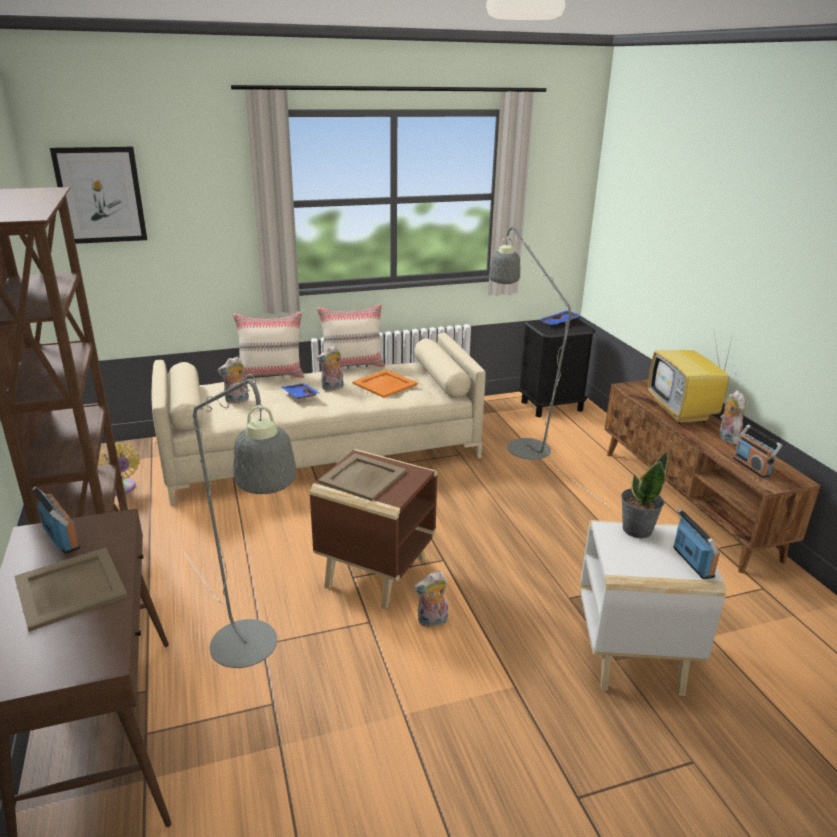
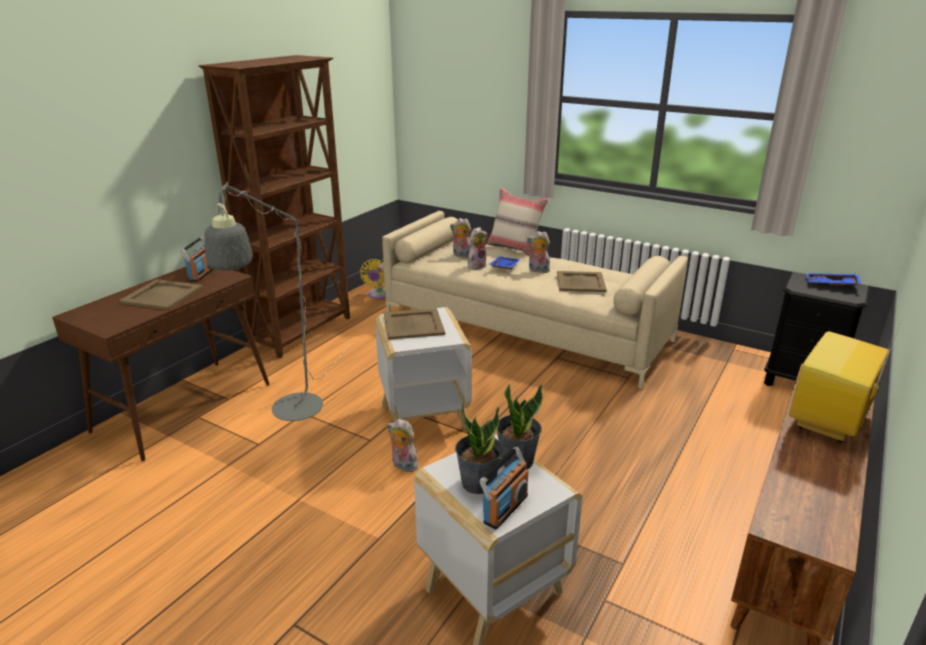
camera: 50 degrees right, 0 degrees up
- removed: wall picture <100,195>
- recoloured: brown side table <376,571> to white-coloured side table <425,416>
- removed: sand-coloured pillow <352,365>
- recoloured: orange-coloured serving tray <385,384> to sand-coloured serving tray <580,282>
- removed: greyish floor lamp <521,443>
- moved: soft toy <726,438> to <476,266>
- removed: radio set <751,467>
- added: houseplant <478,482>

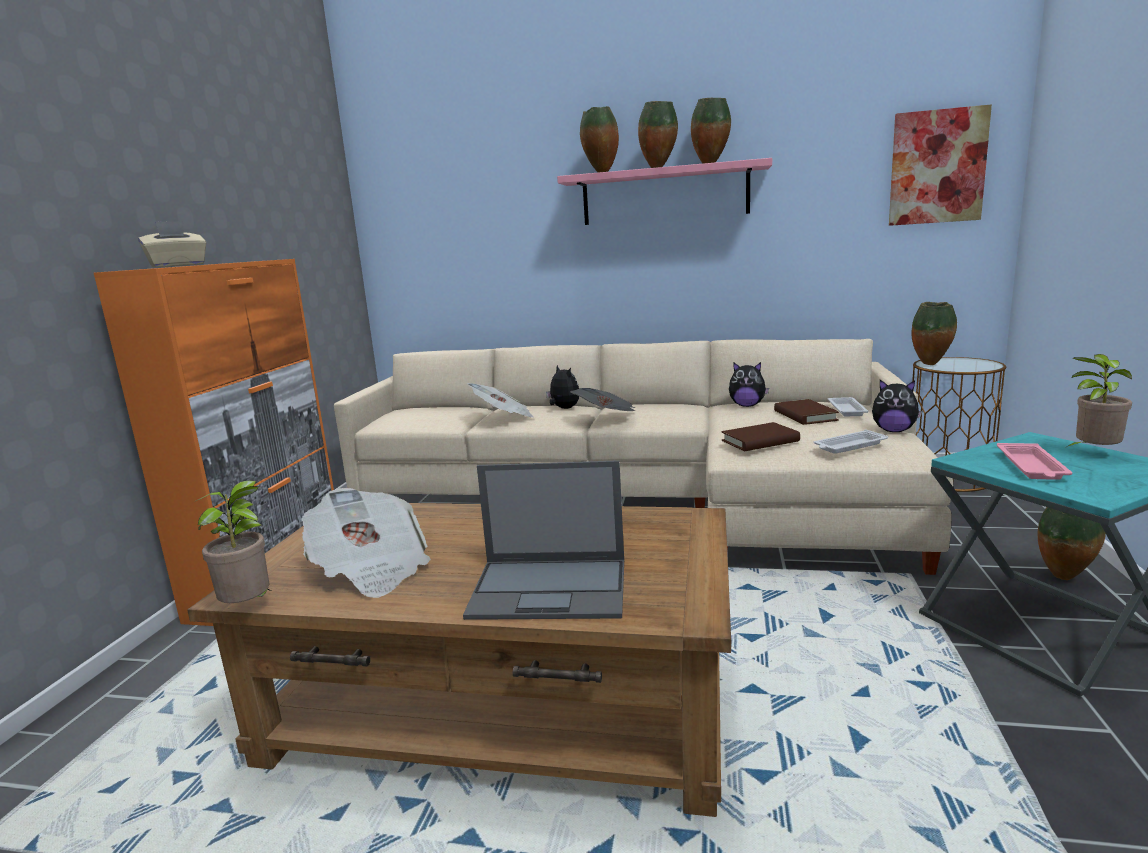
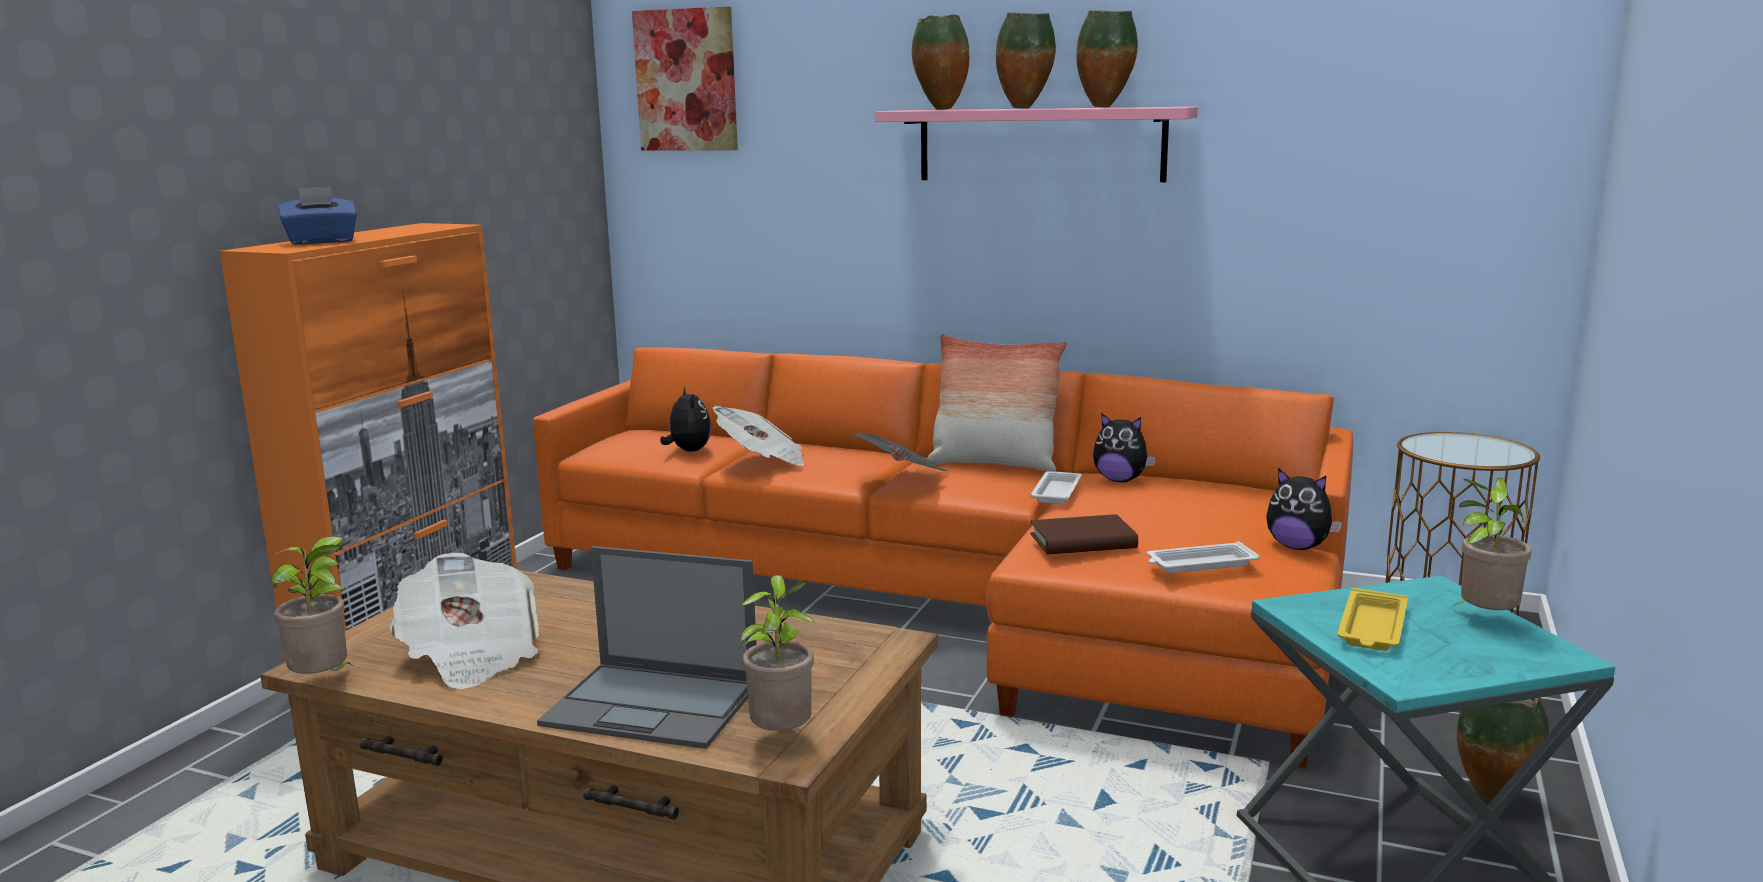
camera: 10 degrees right, 0 degrees up
- recoloured: sand-coloured box of tissues <178,266> to blue-coloured box of tissues <321,242>
- recoloured: sand-coloured settee <644,497> to orange-coloured settee <960,600>
- moved: soft toy <563,408> to <688,451>
- removed: brown bound book <805,416>
- moved: white-coloured serving tray <846,409> to <1056,492>
- moved: wall picture <937,167> to <686,80>
- removed: flower vase <931,364>
- recoloured: pink-coloured serving tray <1031,467> to yellow-coloured serving tray <1372,628>
- added: houseplant <782,737>
- added: pillow <993,464>

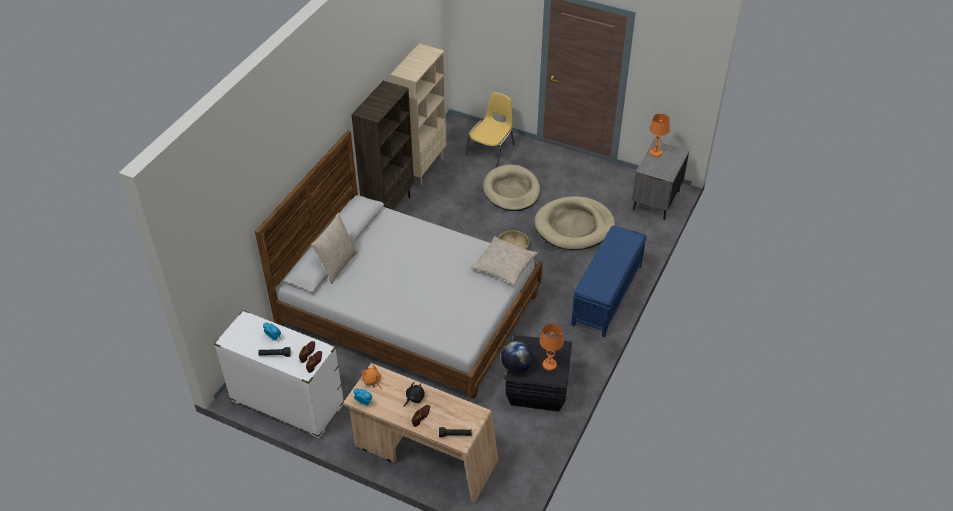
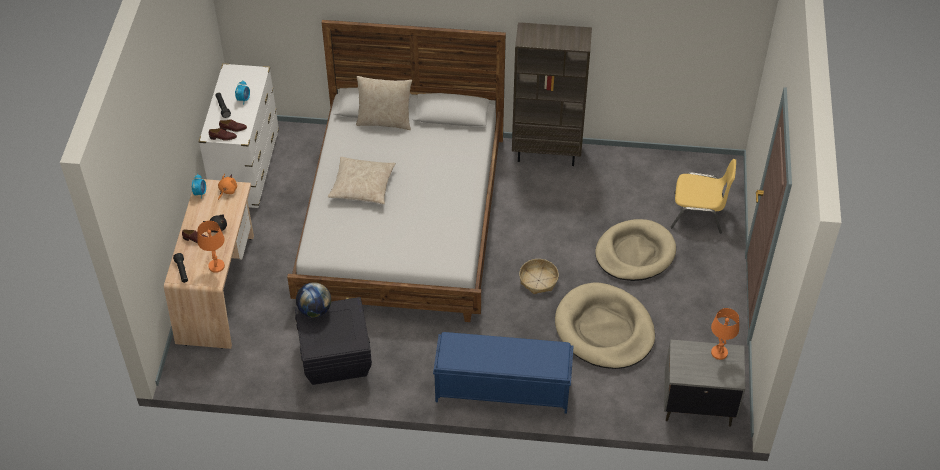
camera: 70 degrees right, 5 degrees up
- removed: sand-coloured shelving unit <422,167>
- moved: sand-coloured pillow <504,265> to <362,186>
- moved: orange-coloured tabletop lamp <549,364> to <216,266>

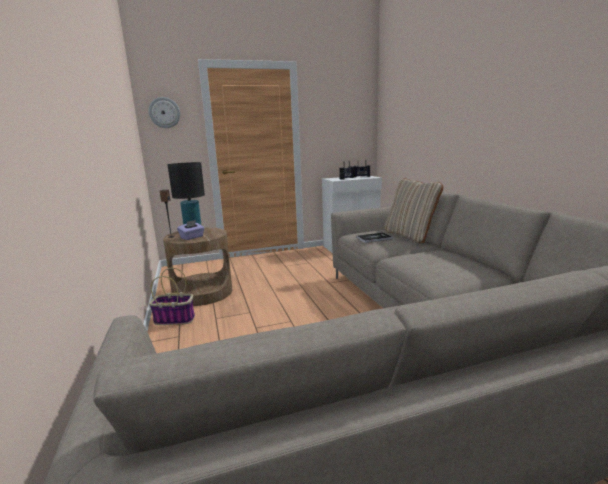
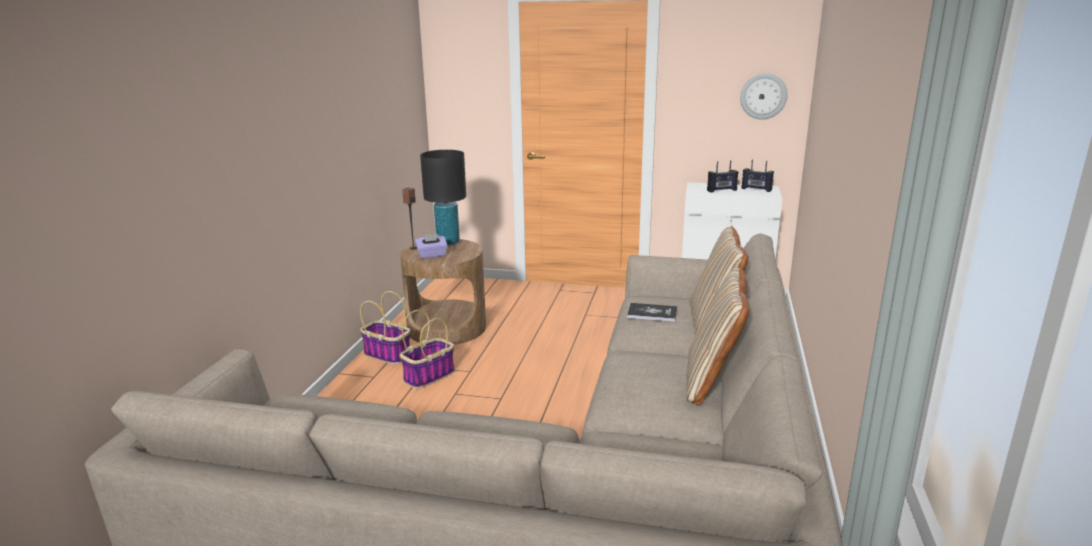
camera: 30 degrees right, 5 degrees up
- moved: wall clock <164,112> to <763,96>
- added: storage basket <429,376>
- added: sand-coloured pillow <712,380>

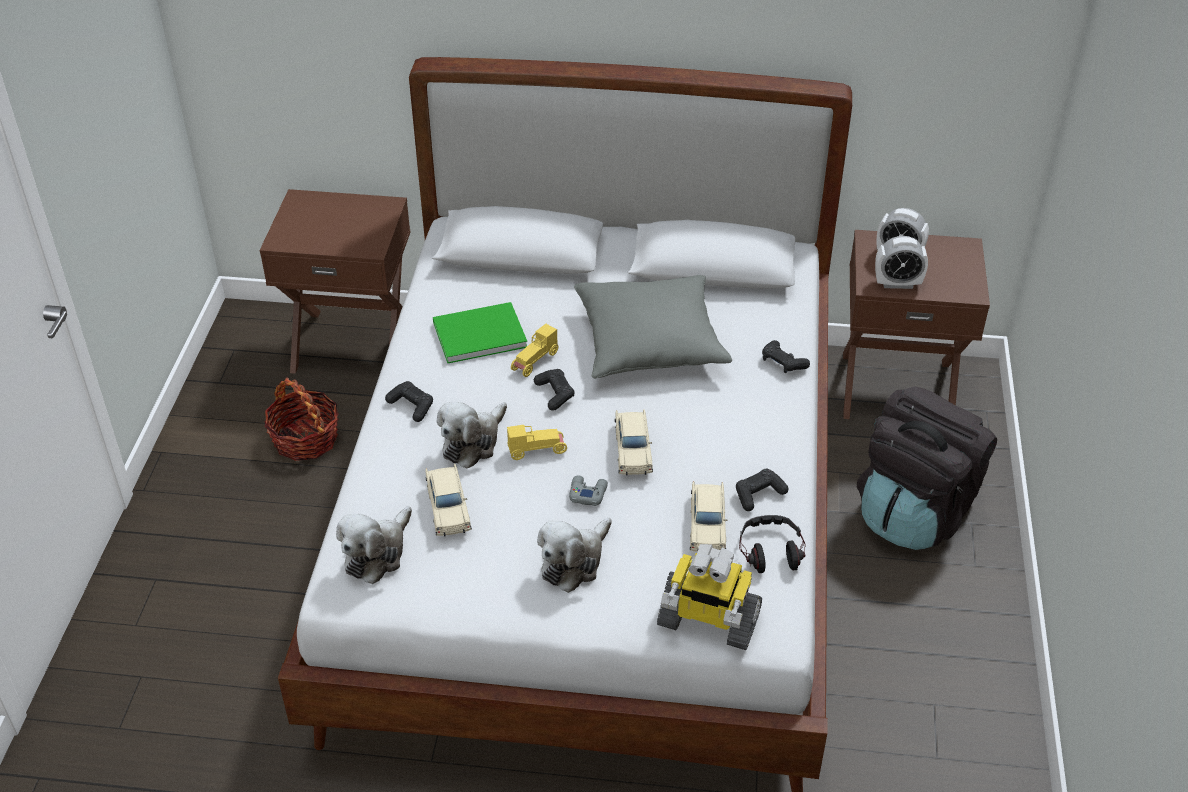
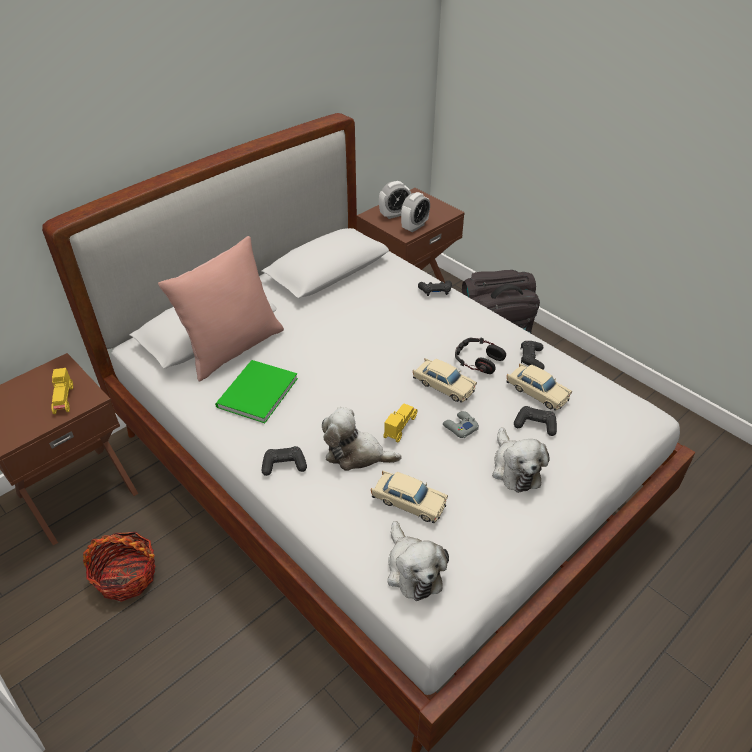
camera: 50 degrees left, 0 degrees up
- turned: soft toy <473,442> = <356,454> 120 degrees clockwise
- moved: yellow-coloured toy car <535,362> to <64,400>
- moved: blackish joypad <555,394> to <535,425>
- removed: greyish pillow <650,342>
- removed: model robot <707,621>
- moved: pair of headphones <770,550> to <478,360>
- added: pink-coloured pillow <233,348>

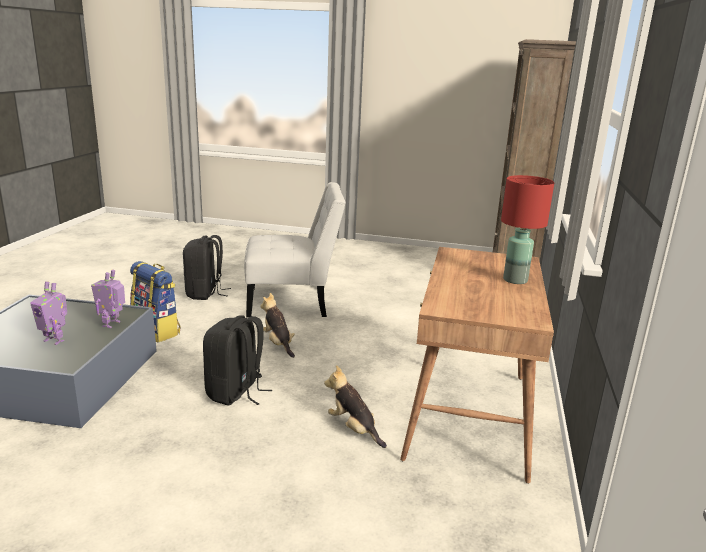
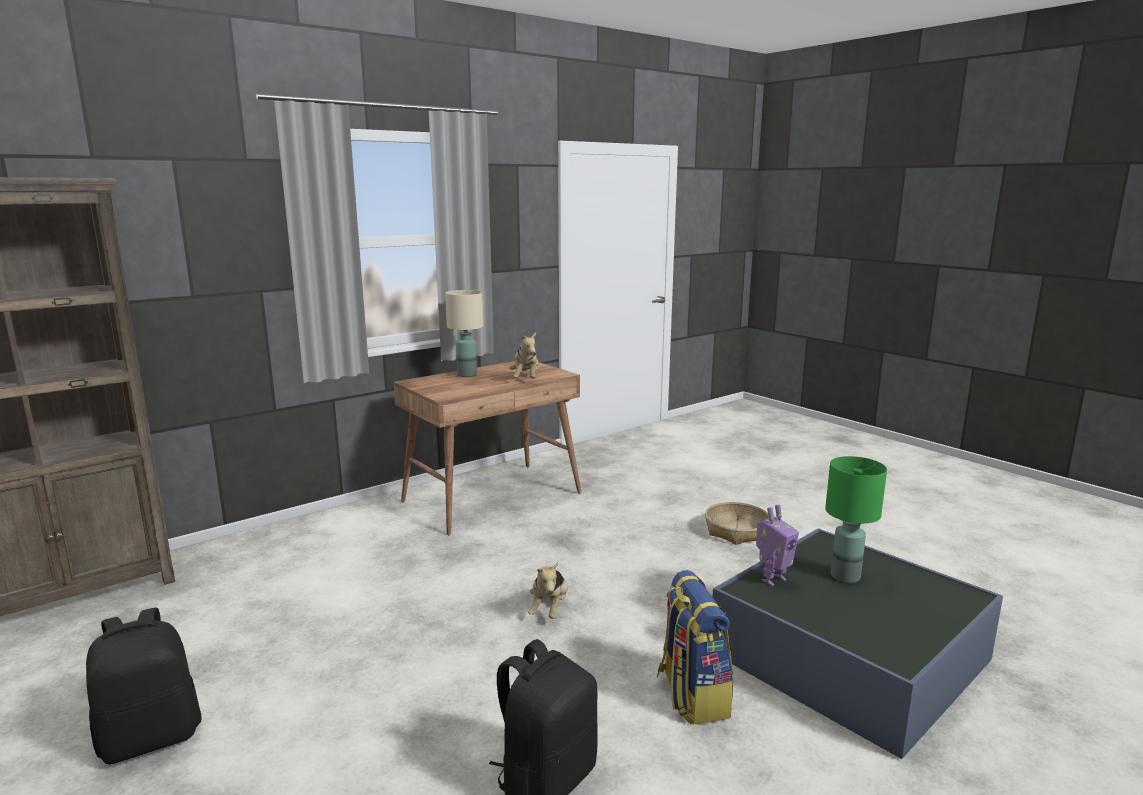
camera: 140 degrees left, 5 degrees down
- replaced: model robot <55,340> to green-coloured tabletop lamp <844,576>
- moved: blackish knapsack <236,392> to <151,737>
- removed: white-coloured chair <293,302>
- moved: soft toy <354,429> to <526,379>
- recoloured: reddish tabletop lamp <516,280> to sand-coloured tabletop lamp <466,374>
- added: storage basket <736,531>

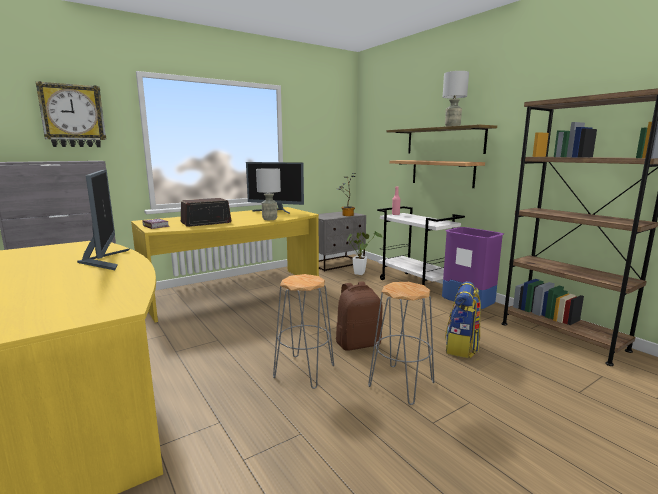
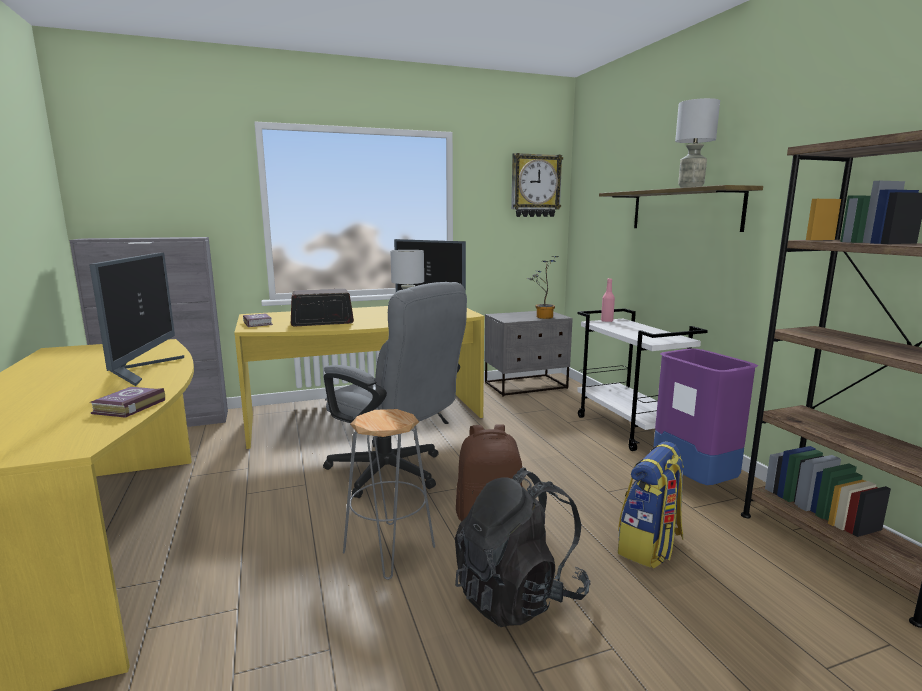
camera: 15 degrees right, 0 degrees up
- moved: wall clock <73,116> to <535,186>
- removed: houseplant <360,273>
- replaced: greyish sitting stool <402,384> to blackish knapsack <518,596>
- removed: shelf <442,173>
- added: bound book <127,407>
- added: greyish office chair <394,474>

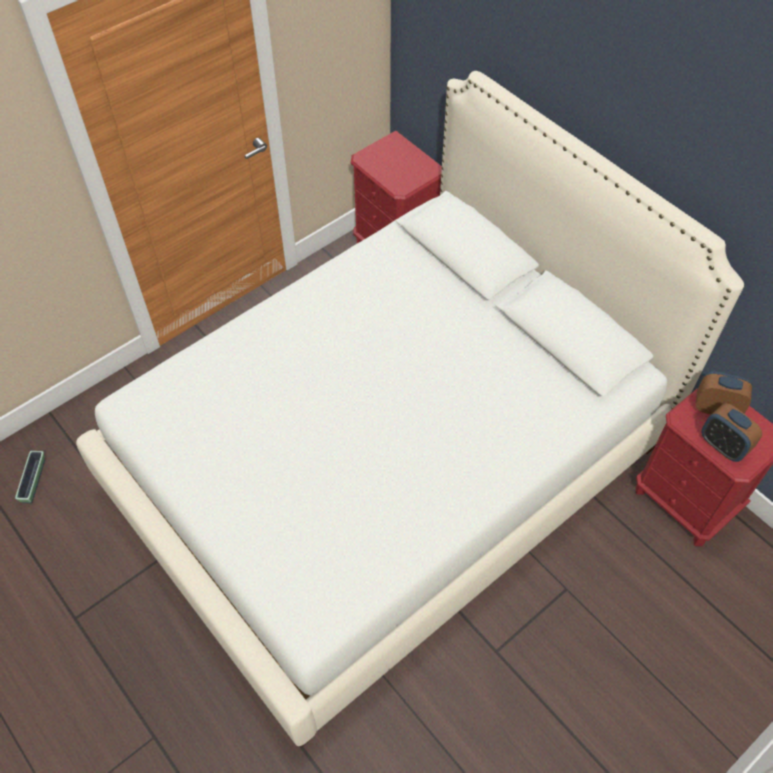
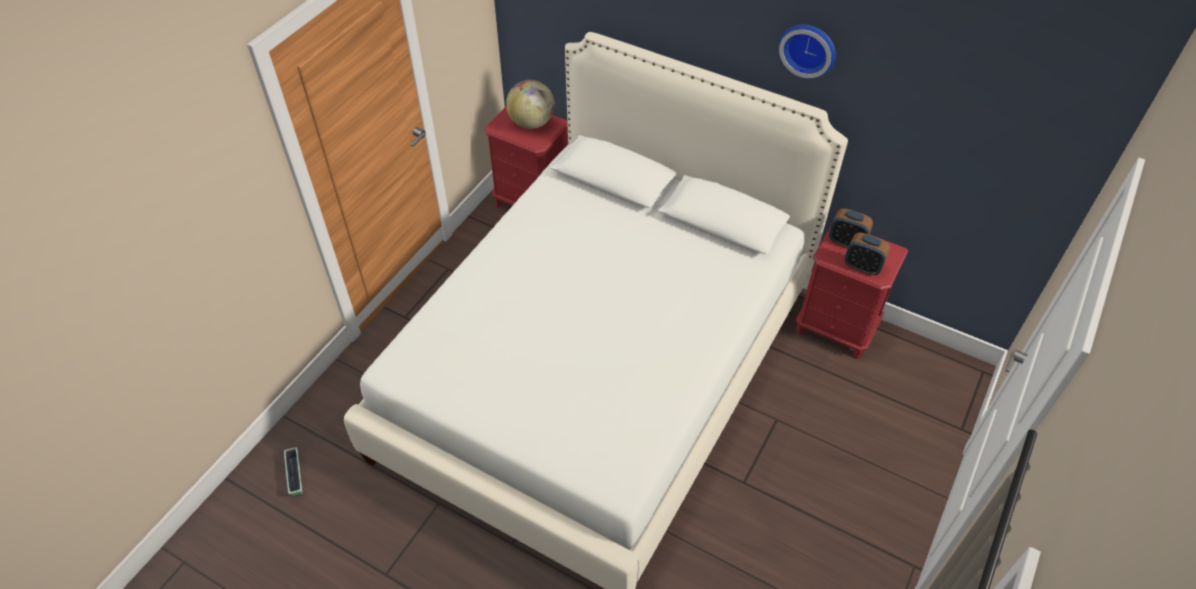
camera: 20 degrees left, 5 degrees down
- turned: table clock <716,408> = <846,242> 150 degrees counterclockwise
- added: globe <531,123>
- added: wall clock <808,48>

